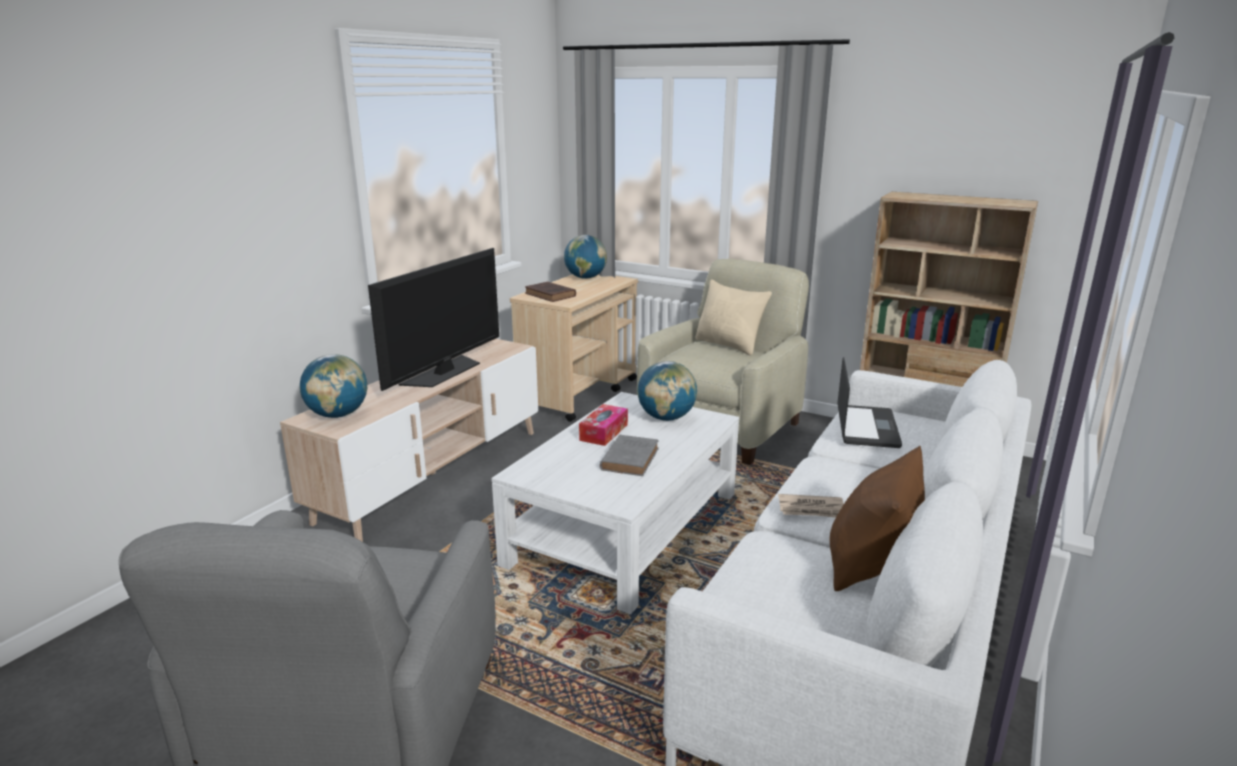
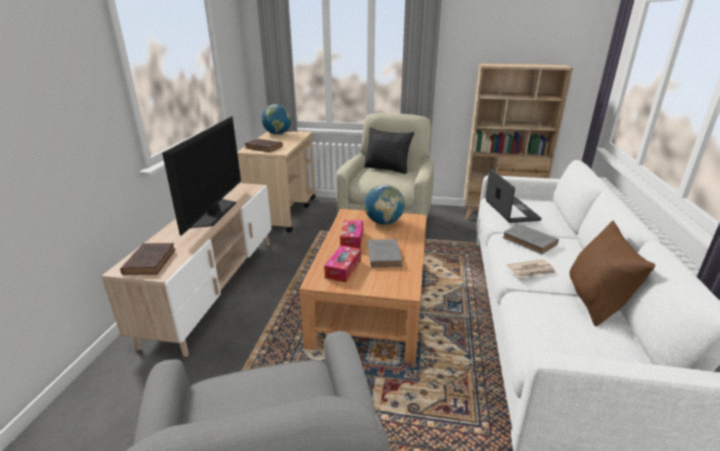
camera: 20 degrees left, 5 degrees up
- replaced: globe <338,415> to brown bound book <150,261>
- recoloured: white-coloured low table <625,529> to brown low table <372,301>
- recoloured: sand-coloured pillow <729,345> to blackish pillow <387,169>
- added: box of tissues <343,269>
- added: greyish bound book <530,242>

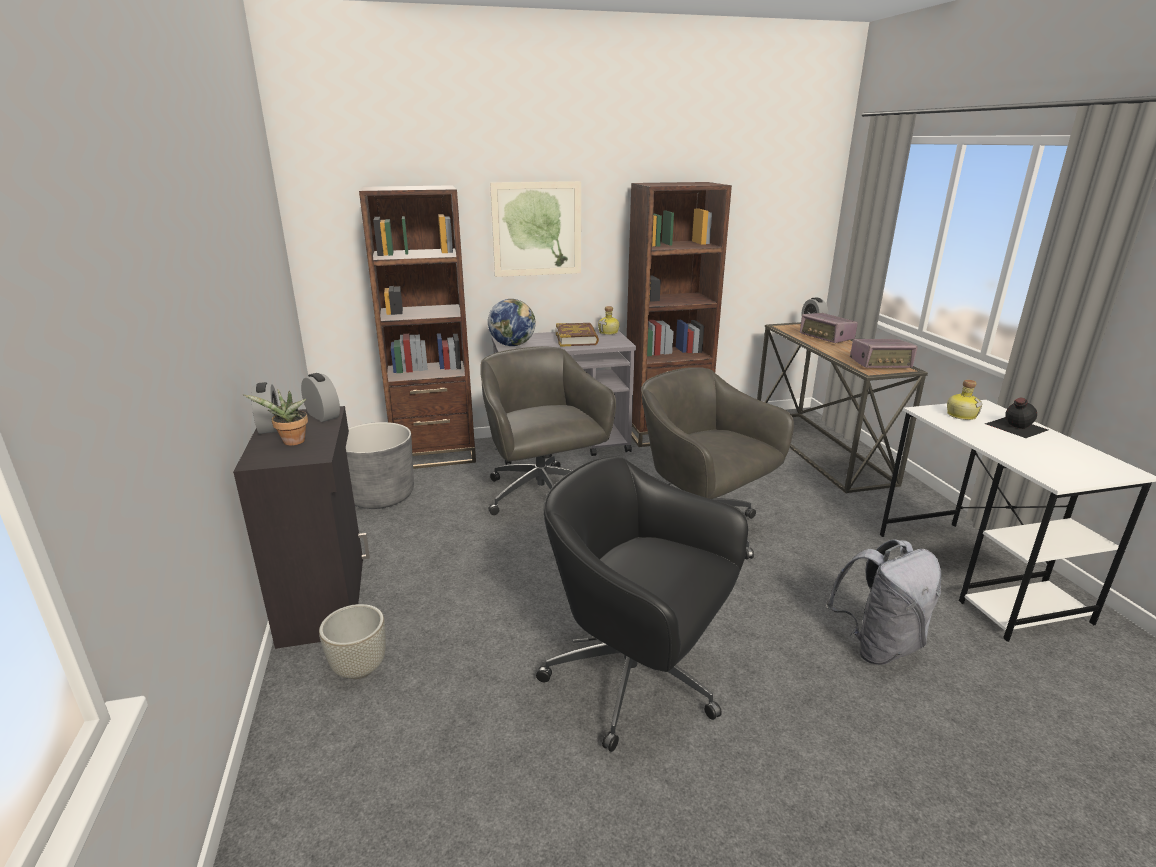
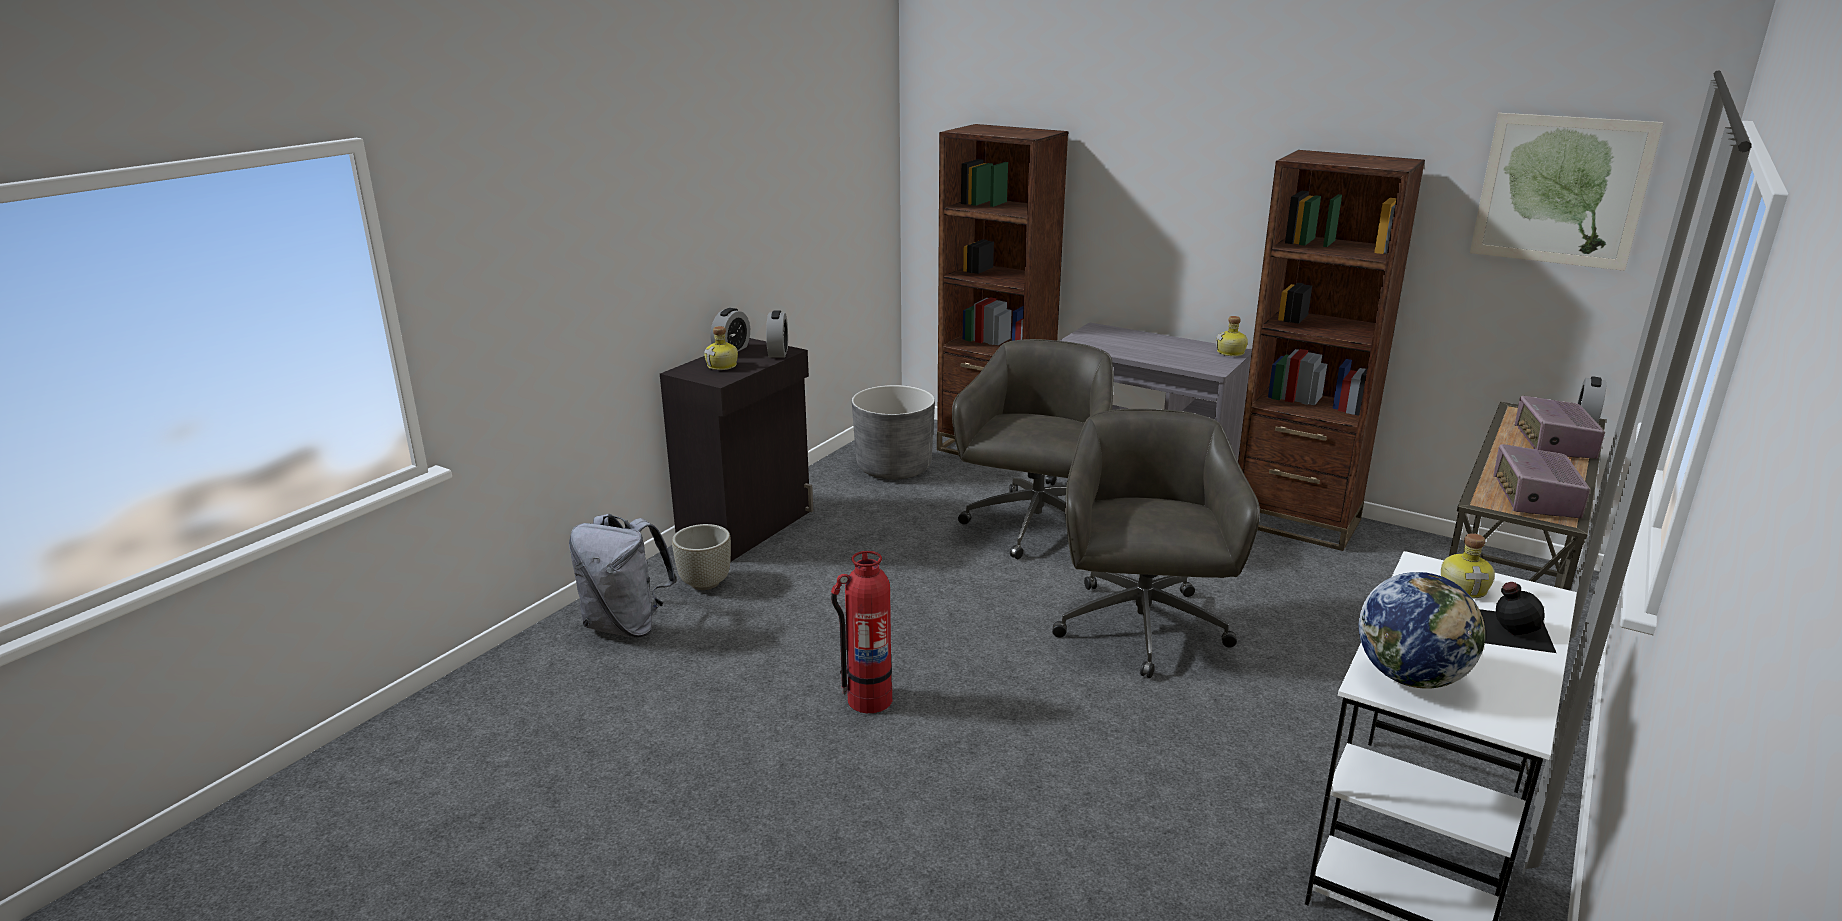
camera: 45 degrees right, 0 degrees up
- replaced: houseplant <291,443> to drink bottle <723,366>
- moved: globe <512,345> to <1411,677>
- moved: wall picture <537,229> to <1561,191>
- replaced: blackish office chair <637,680> to fire extinguisher <868,699>
- removed: bound book <577,339>
- moved: greyish knapsack <877,645> to <626,625>
- turned: radio set <880,364> = <1534,500> 60 degrees clockwise

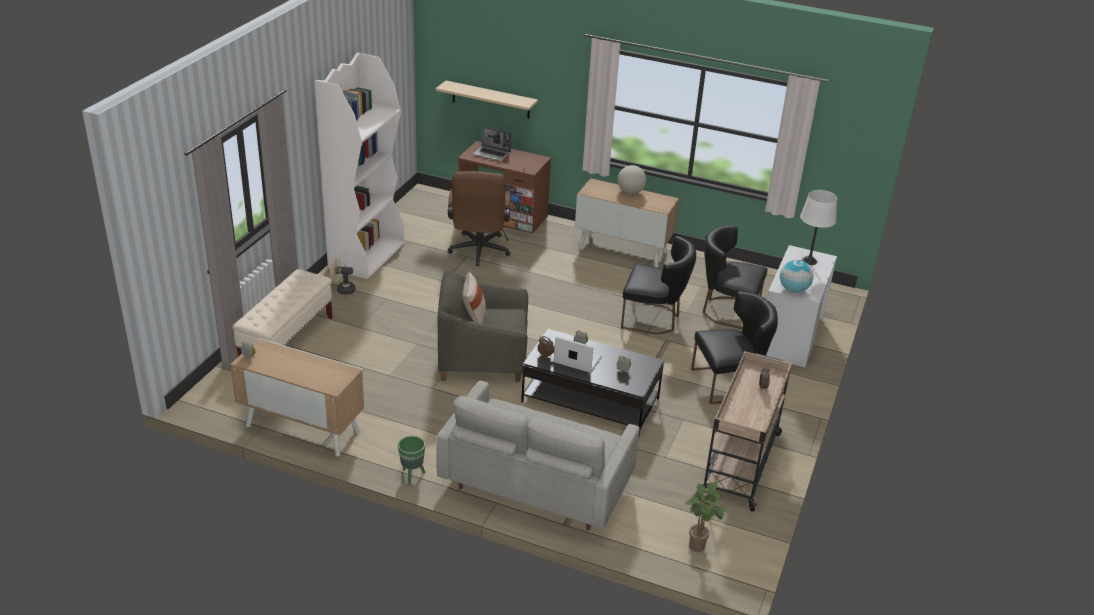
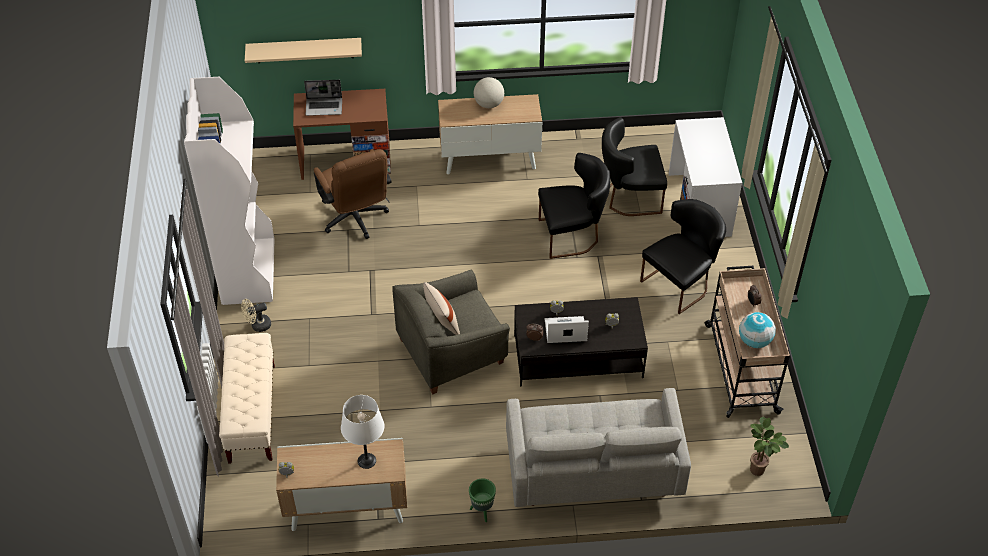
camera: 25 degrees left, 15 degrees up
- moved: globe <793,290> to <754,341>
- moved: white-coloured tabletop lamp <809,261> to <366,460>

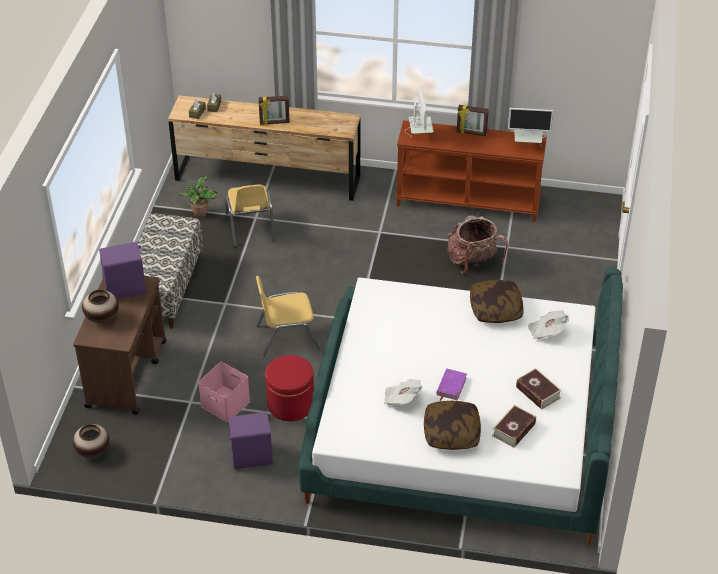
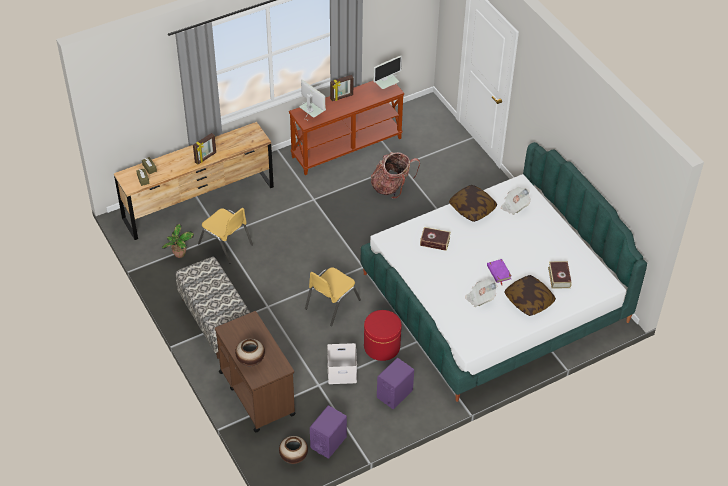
camera: 40 degrees left, 5 degrees up
- moved: purple loudspeaker <125,288> to <328,442>
- recoloured: pink-coloured storage bin <226,403> to white-coloured storage bin <342,371>
- moved: bound book <538,392> to <435,241>

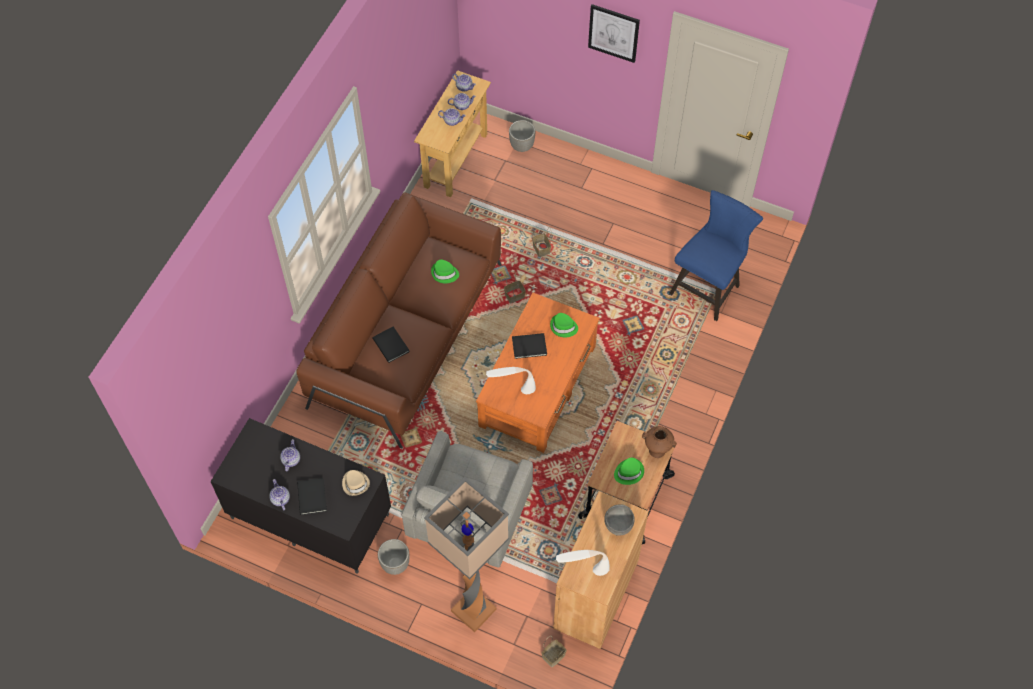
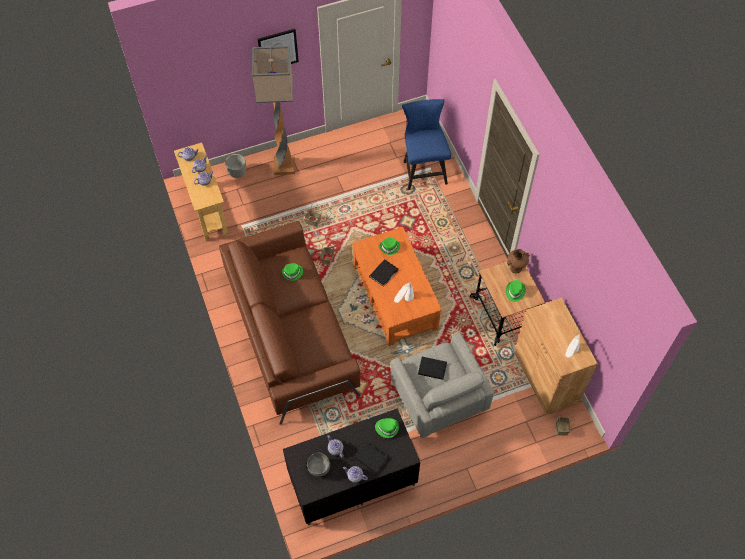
camera: 45 degrees left, 0 degrees up
- recoloured: sand-coloured wearable hat <355,483> to green-coloured wearable hat <387,427>
- moved: blackish bound book <391,344> to <432,368>
- removed: planter <395,564>
- moved: floor lamp <475,610> to <285,165>
- moved: greyish serving bowl <618,525> to <318,468>

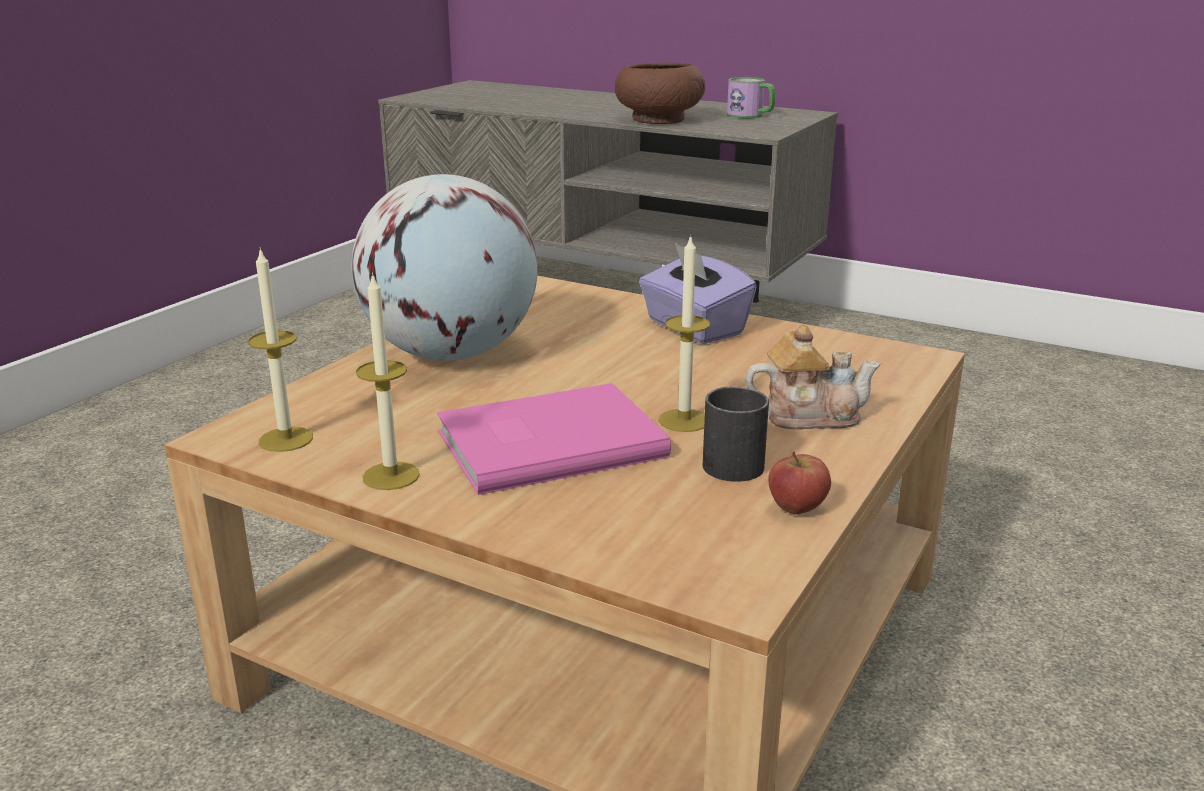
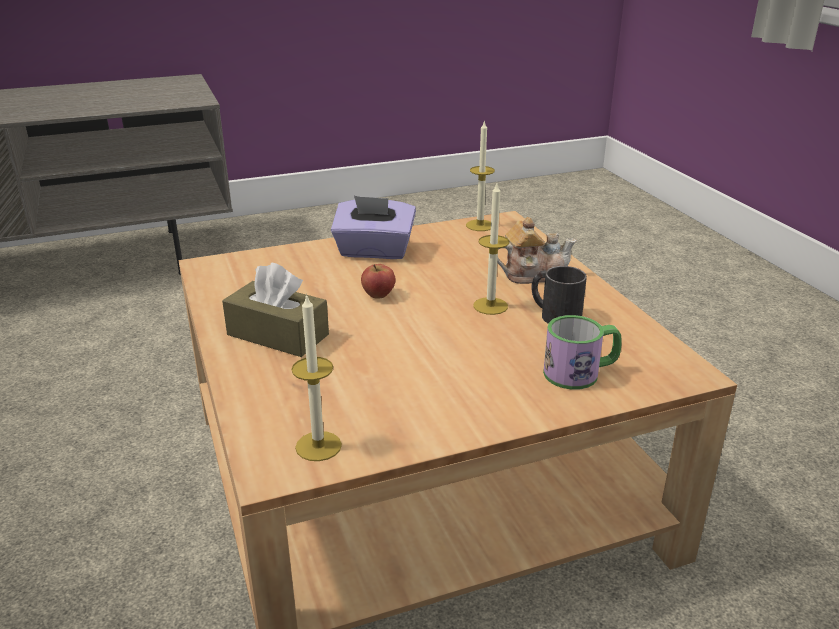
camera: 50 degrees left, 5 degrees up
- replaced: globe <451,354> to brown box of tissues <278,335>
- moved: wax candle <391,476> to <480,225>
- removed: pink-coloured bound book <546,442>
- removed: brown serving bowl <658,120>
- moved: coffee mug <750,116> to <580,373>
- turned: pot for tea <808,416> = <532,274> 45 degrees clockwise
- moved: whole apple <797,509> to <379,295>

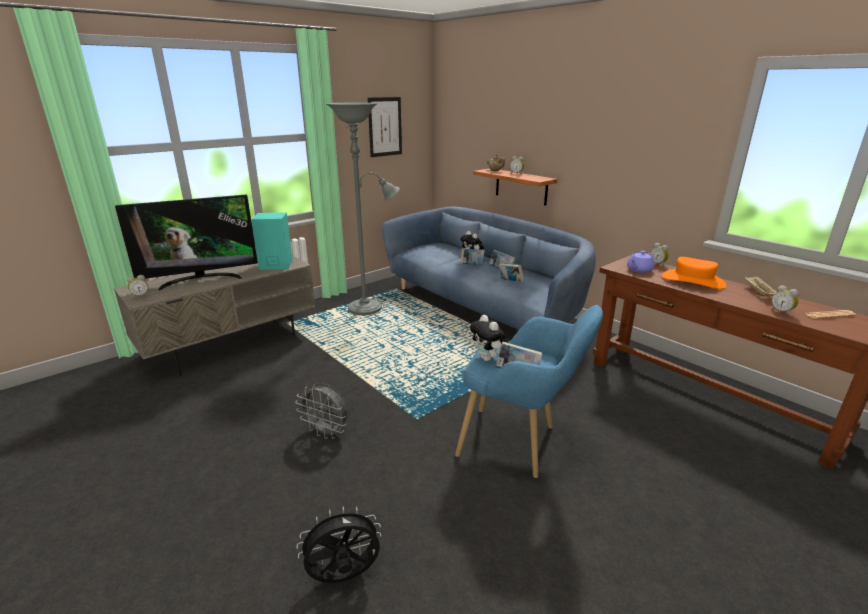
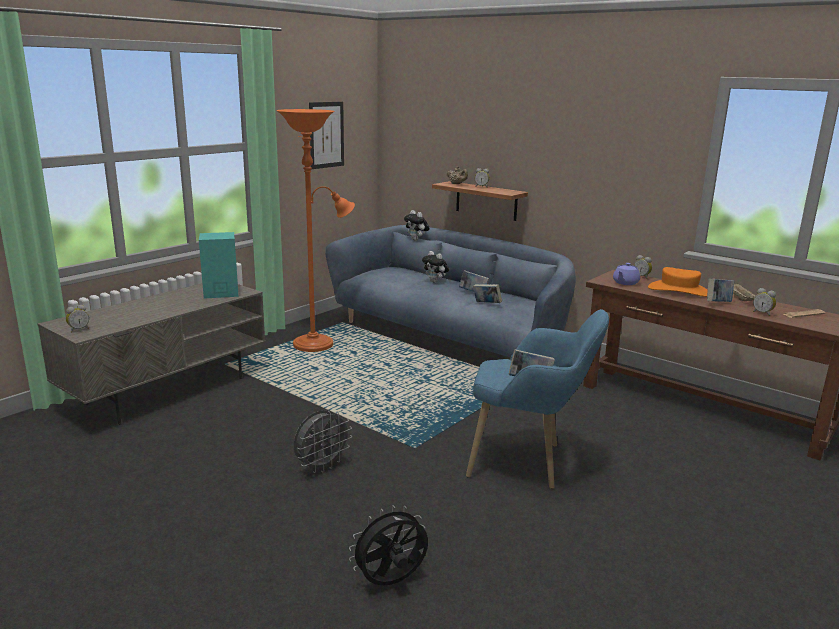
camera: 10 degrees left, 5 degrees down
- removed: television <201,279>
- turned: greyish electric fan <327,432> = <322,467> 60 degrees counterclockwise
- recoloured: greyish floor lamp <369,308> to orange-coloured floor lamp <318,344>
- moved: bound book <472,265> to <718,303>
- moved: soft toy <488,359> to <416,240>

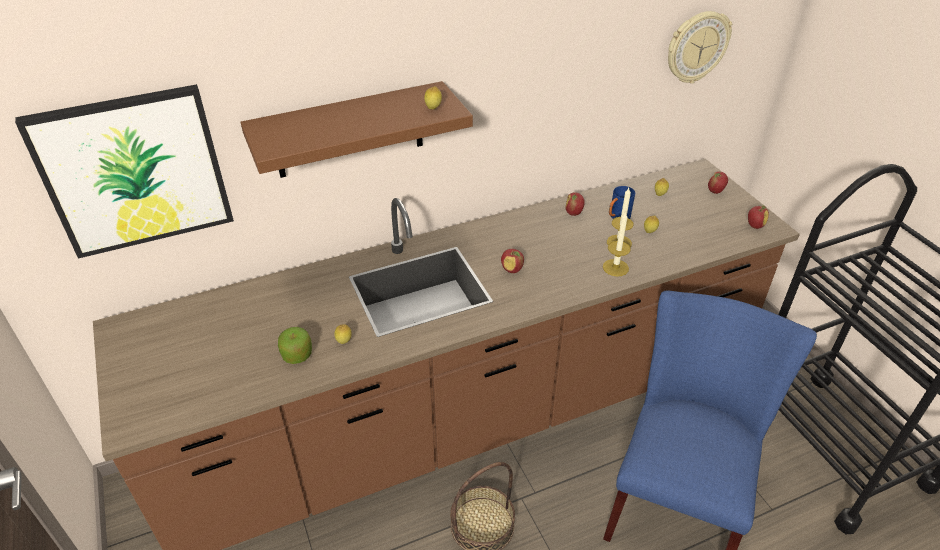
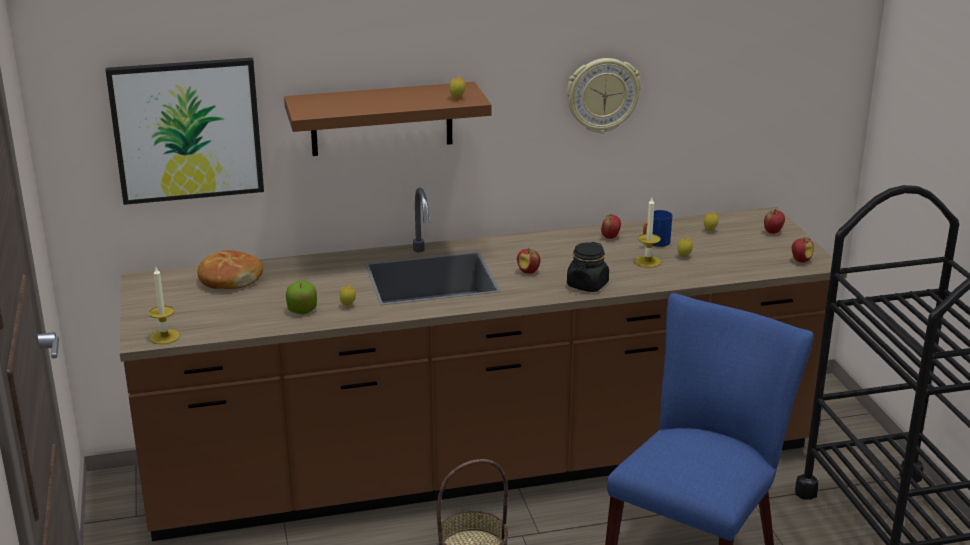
camera: 10 degrees right, 15 degrees down
- moved: wax candle <615,267> to <164,337>
- moved: wall clock <696,47> to <602,95>
- added: baked bread <230,279>
- added: blackish preserve jar <587,285>

